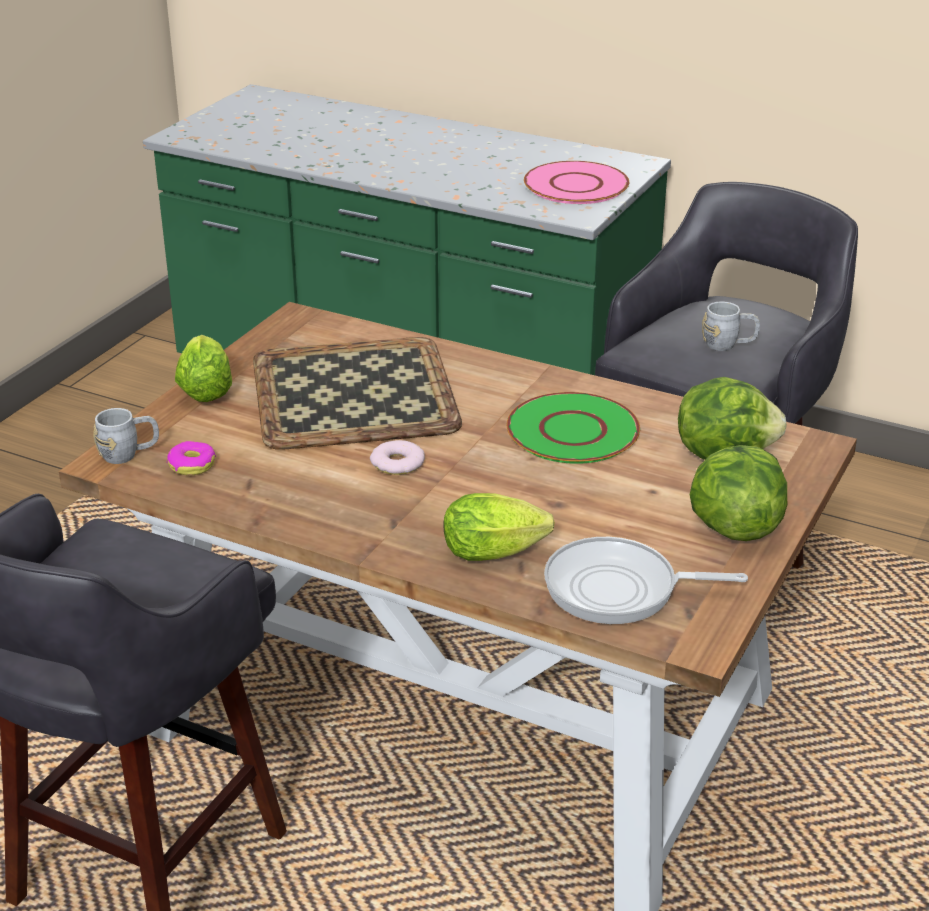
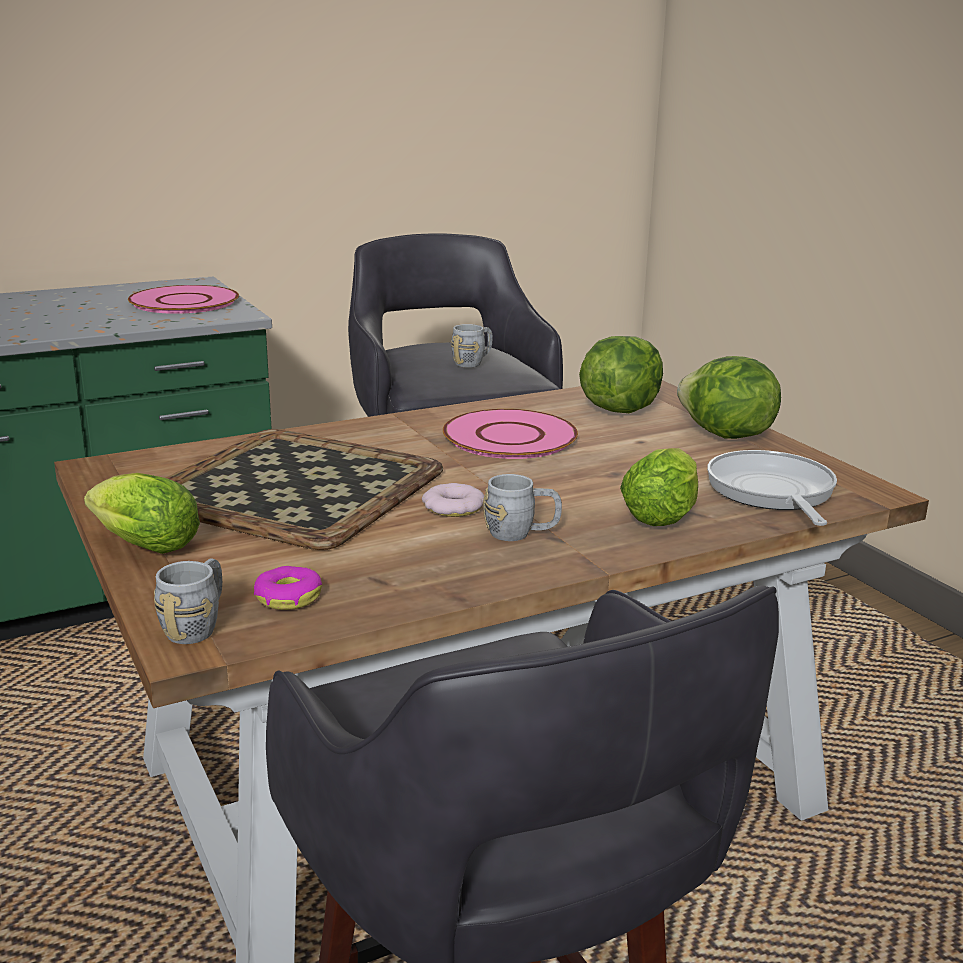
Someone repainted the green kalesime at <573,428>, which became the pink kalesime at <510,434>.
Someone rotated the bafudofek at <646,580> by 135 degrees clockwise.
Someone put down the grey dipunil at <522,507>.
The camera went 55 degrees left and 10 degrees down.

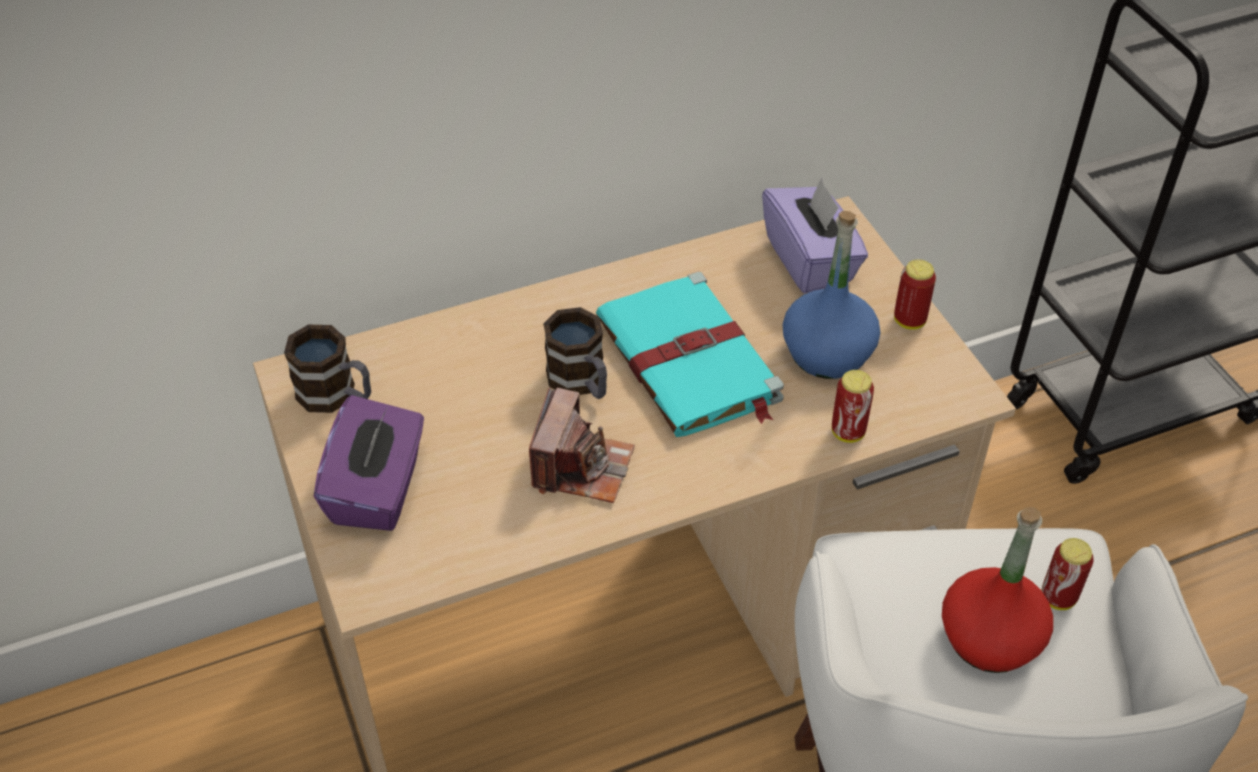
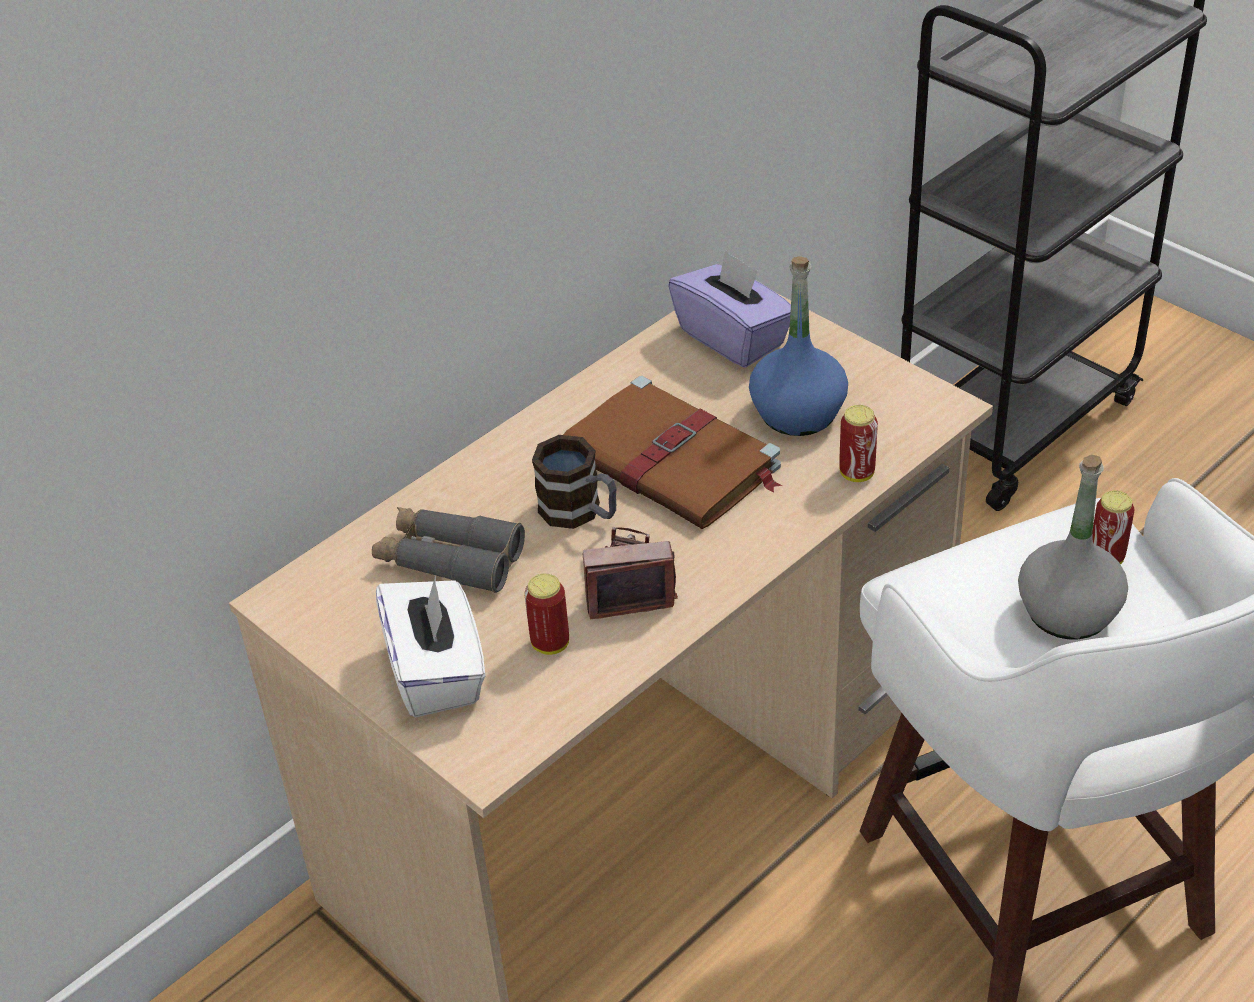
Someone took away the dipunil at <327,369>.
Someone repainted the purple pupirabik at <369,463>, which became the white pupirabik at <430,646>.
Someone rotated the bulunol at <582,445> by 90 degrees counterclockwise.
Someone repainted the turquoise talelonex at <690,354>, which became the brown talelonex at <672,452>.
Someone carried the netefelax from <915,294> to <546,614>.
Someone repainted the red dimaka at <997,590>, which became the grey dimaka at <1073,547>.
Someone put down the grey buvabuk at <448,550>.
The camera went 20 degrees left and 5 degrees down.

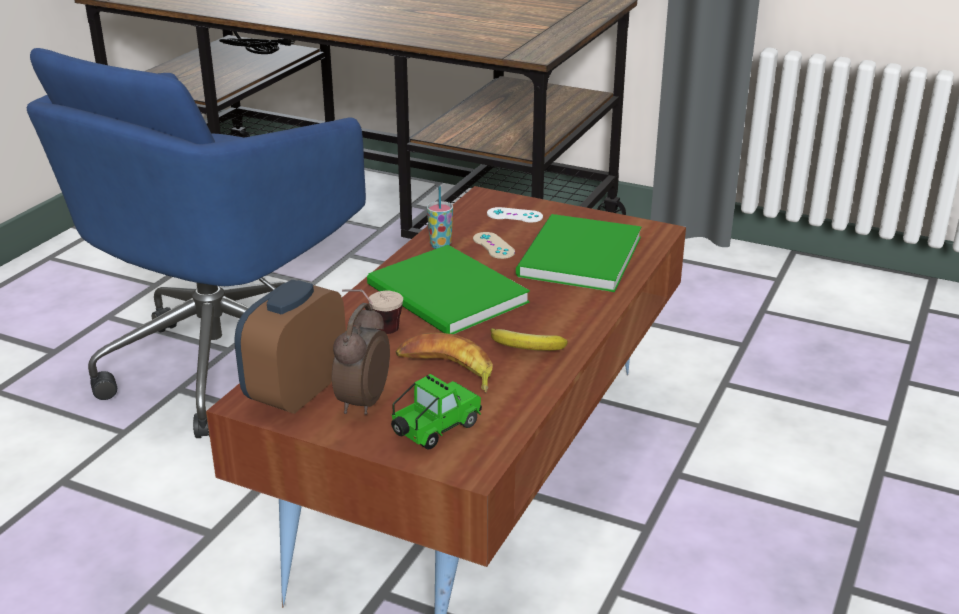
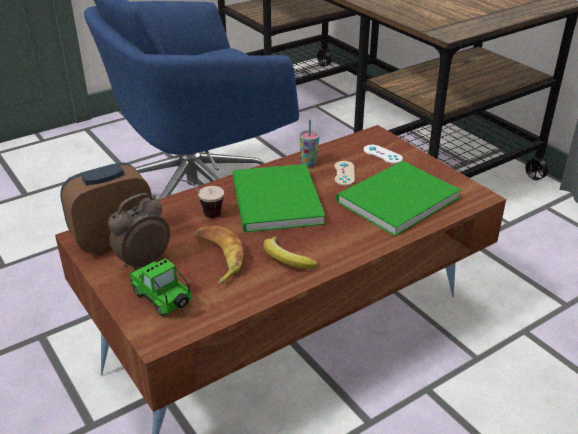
Someone rotated the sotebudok at <436,411> by 120 degrees counterclockwise.
The camera went 30 degrees right and 5 degrees up.

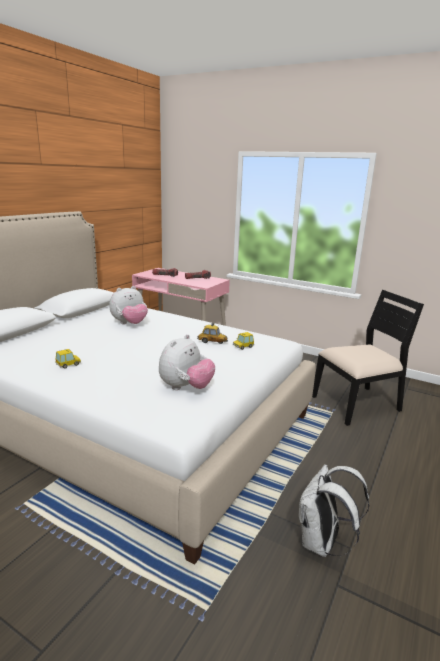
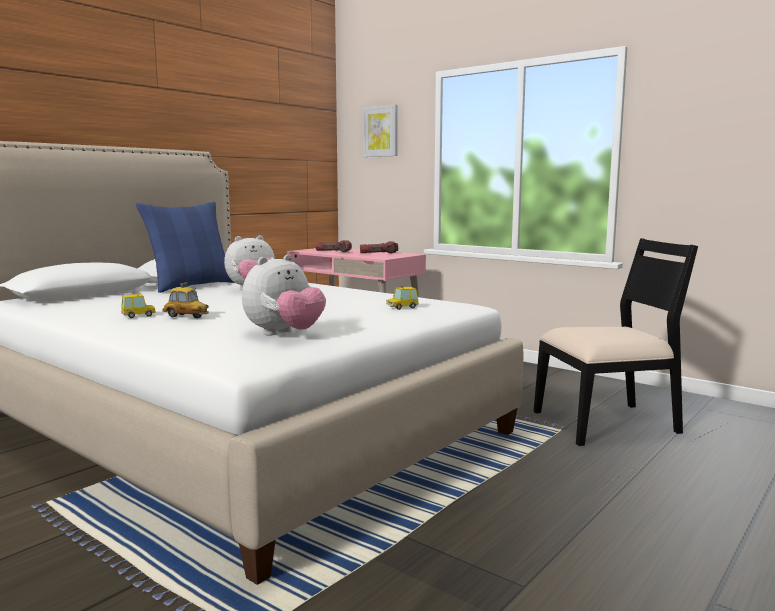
Someone carried the sotebudok from <212,333> to <185,300>.
Someone took away the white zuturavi at <334,510>.
Someone put down the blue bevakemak at <185,247>.
Someone put up the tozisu at <380,130>.
The camera went 10 degrees right and 10 degrees down.

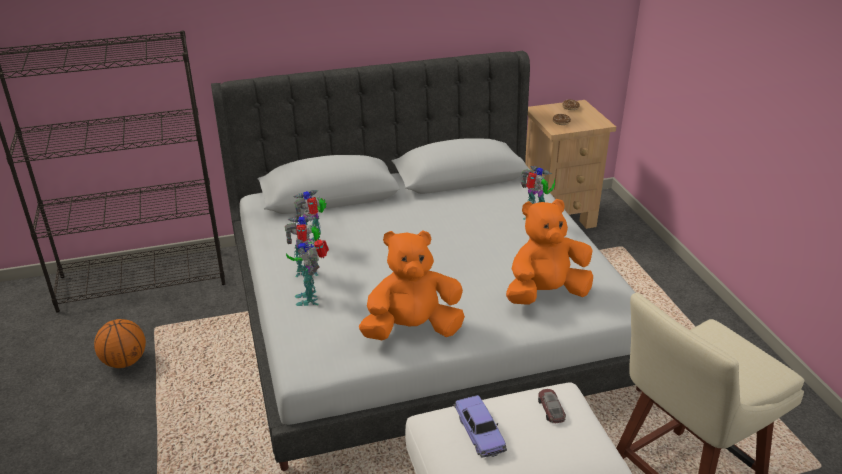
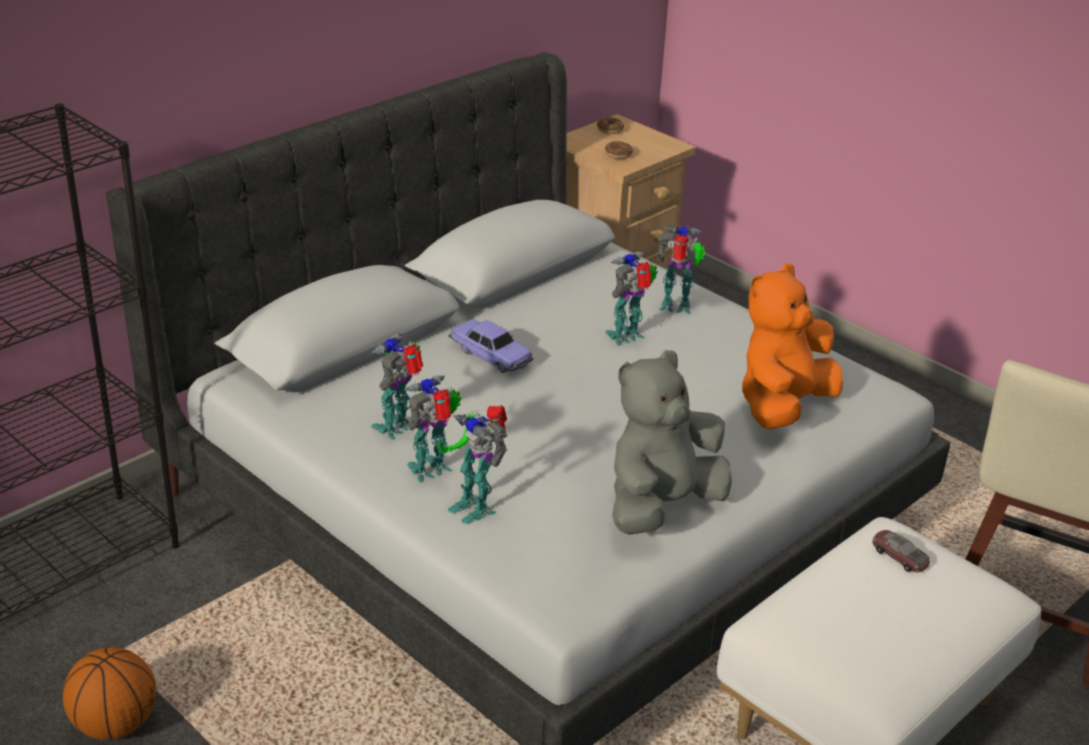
Someone repainted the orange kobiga at <412,285>, which became the grey kobiga at <672,442>.
Someone carried the sotebudok from <480,426> to <491,346>.
Someone put down the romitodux at <631,299>.
The camera went 30 degrees left and 0 degrees up.

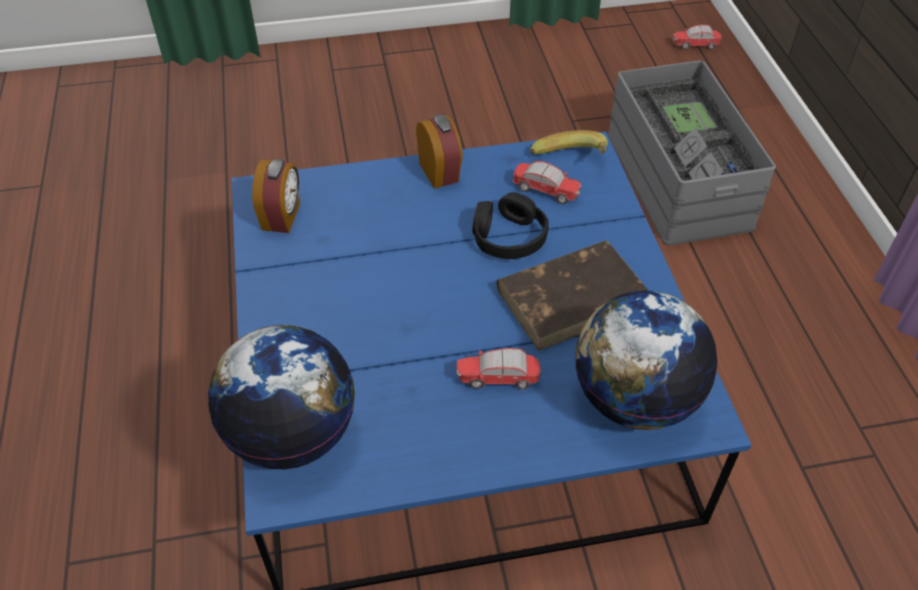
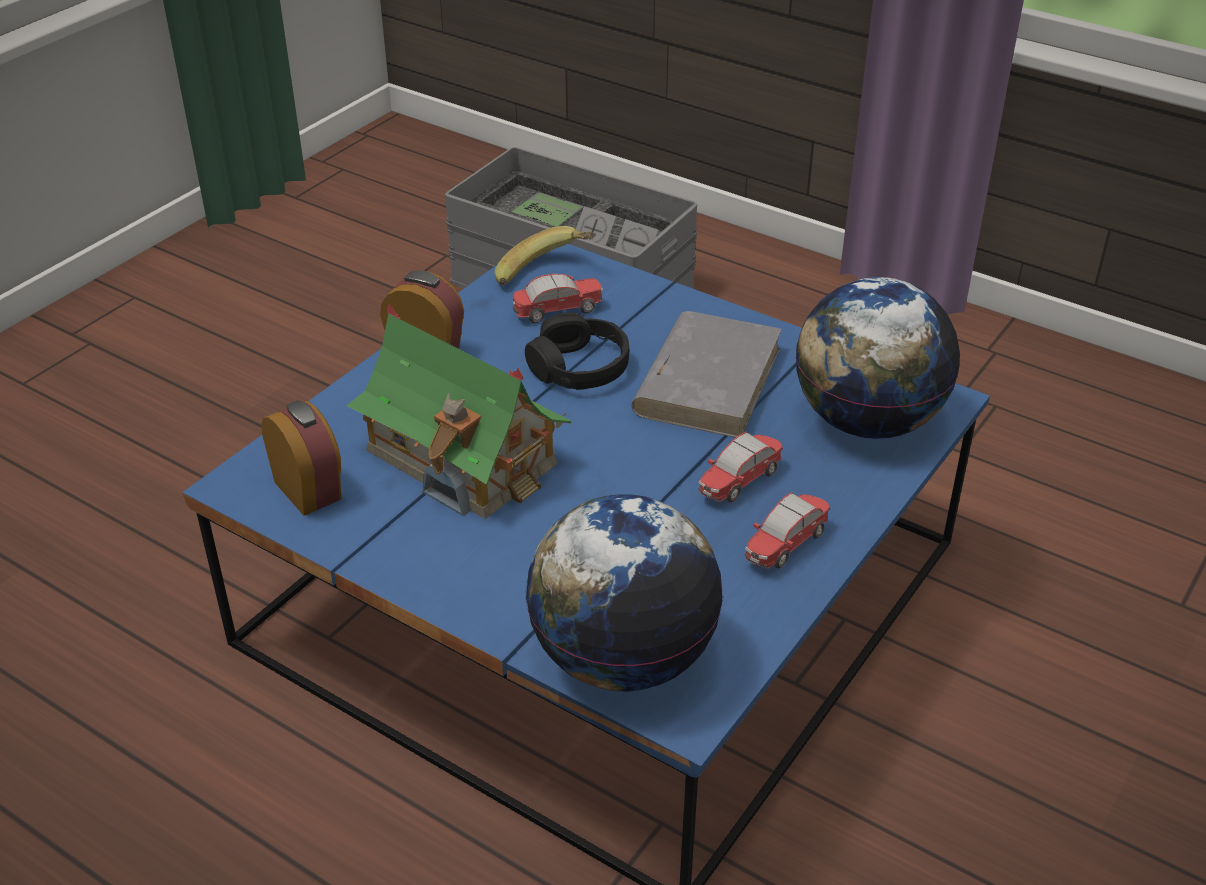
Someone repainted the brown talelonex at <572,295>, which became the grey talelonex at <706,374>.
Someone carried the sotebudok from <697,37> to <787,530>.
Someone put down the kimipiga at <459,411>.
The camera went 45 degrees left and 10 degrees down.

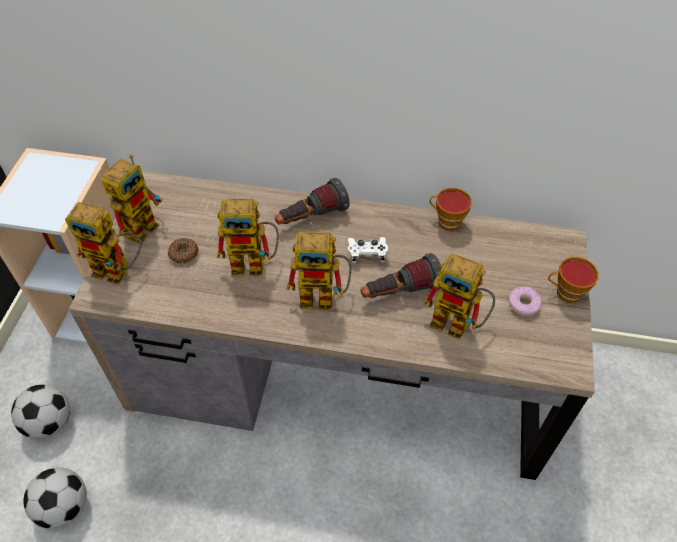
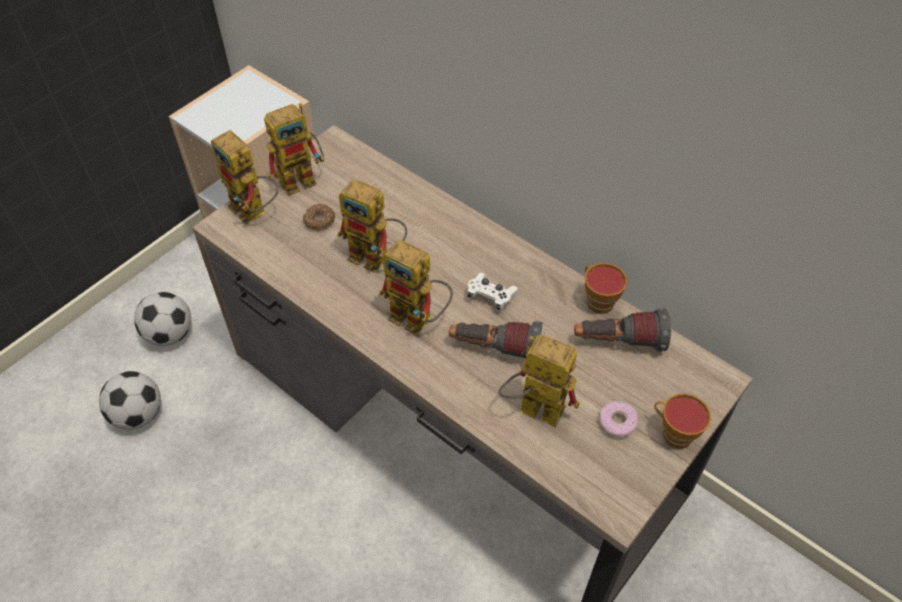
Someone carried the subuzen from <312,201> to <623,330>.
Someone rotated the romitodux at <459,296> by 150 degrees clockwise.
The camera went 30 degrees right and 0 degrees up.

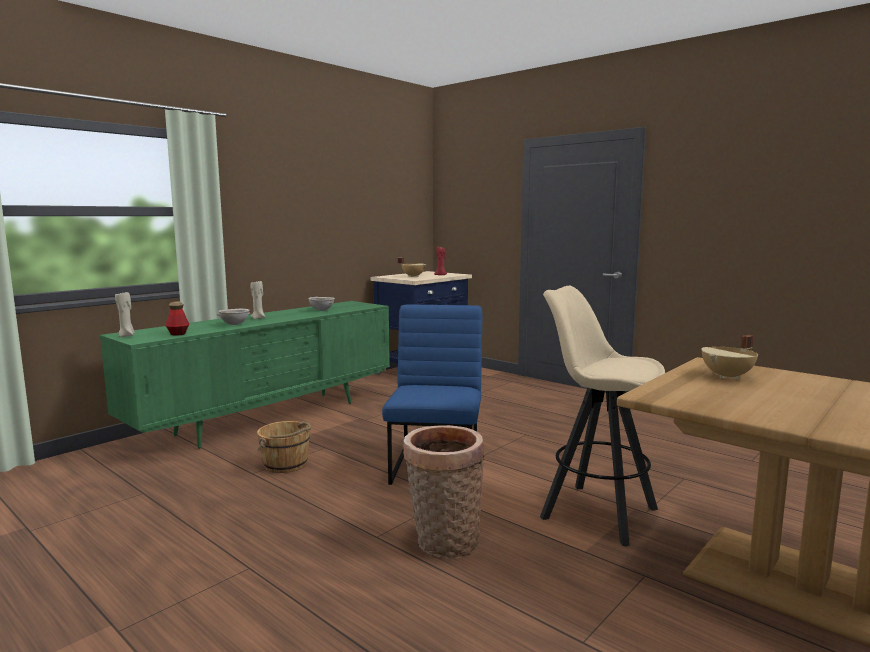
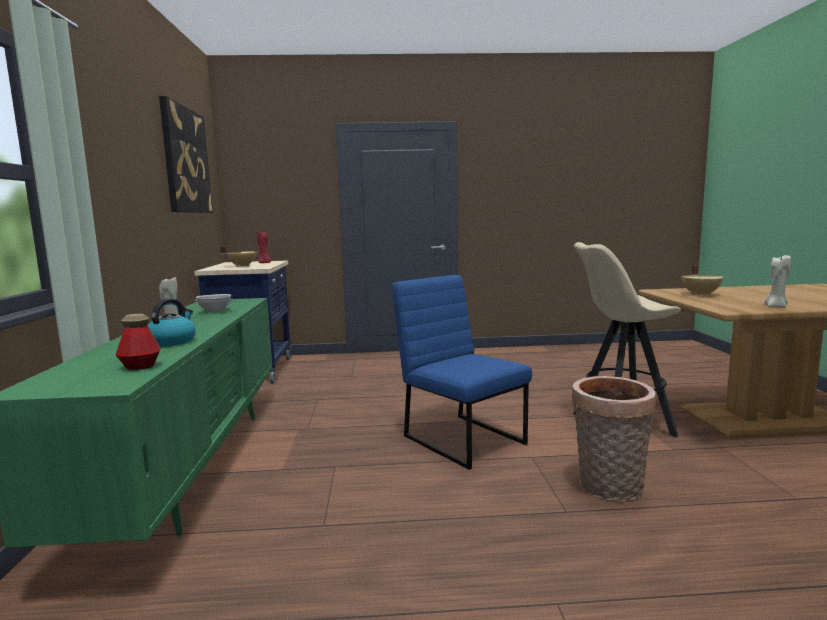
Someone carried the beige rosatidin from <125,314> to <777,281>.
Someone swapped the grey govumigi at <233,317> for the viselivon at <172,322>.
Someone took away the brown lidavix at <284,447>.
Someone put up the tozisu at <186,154>.
The camera went 45 degrees left and 0 degrees up.

